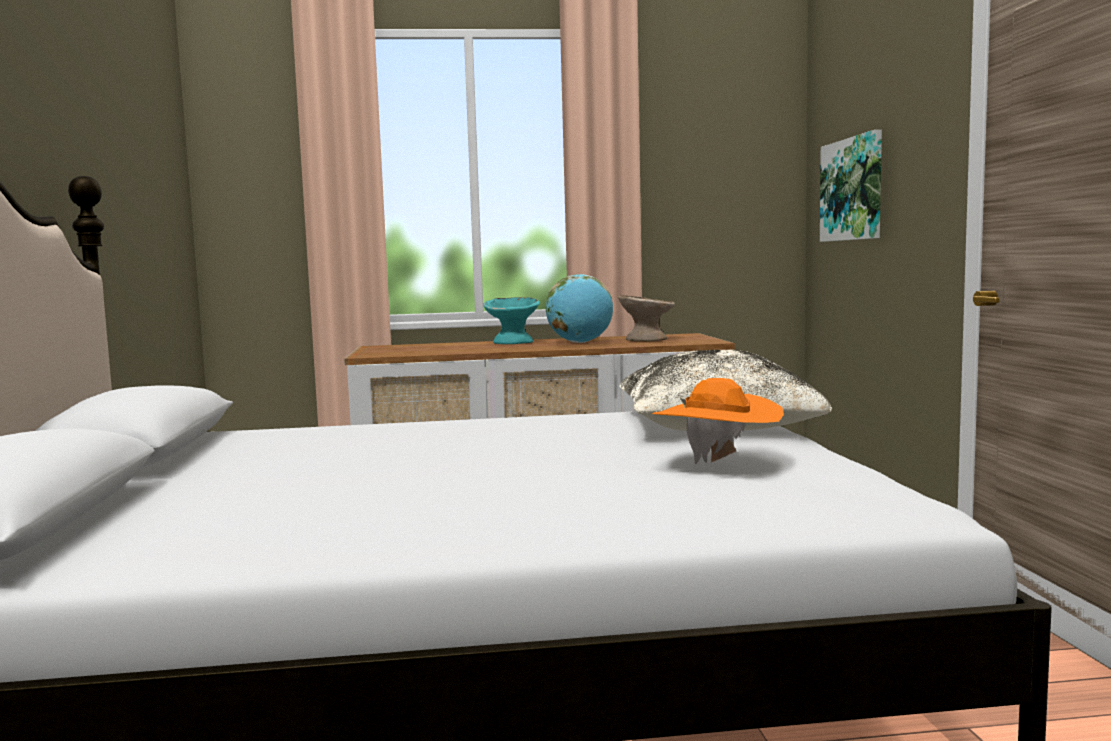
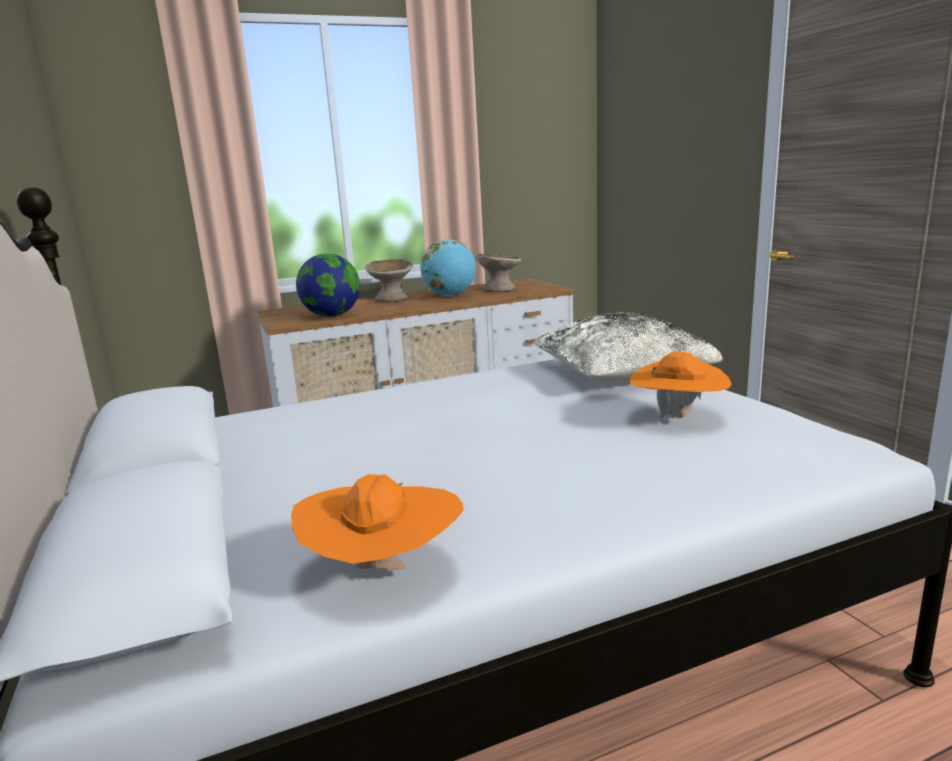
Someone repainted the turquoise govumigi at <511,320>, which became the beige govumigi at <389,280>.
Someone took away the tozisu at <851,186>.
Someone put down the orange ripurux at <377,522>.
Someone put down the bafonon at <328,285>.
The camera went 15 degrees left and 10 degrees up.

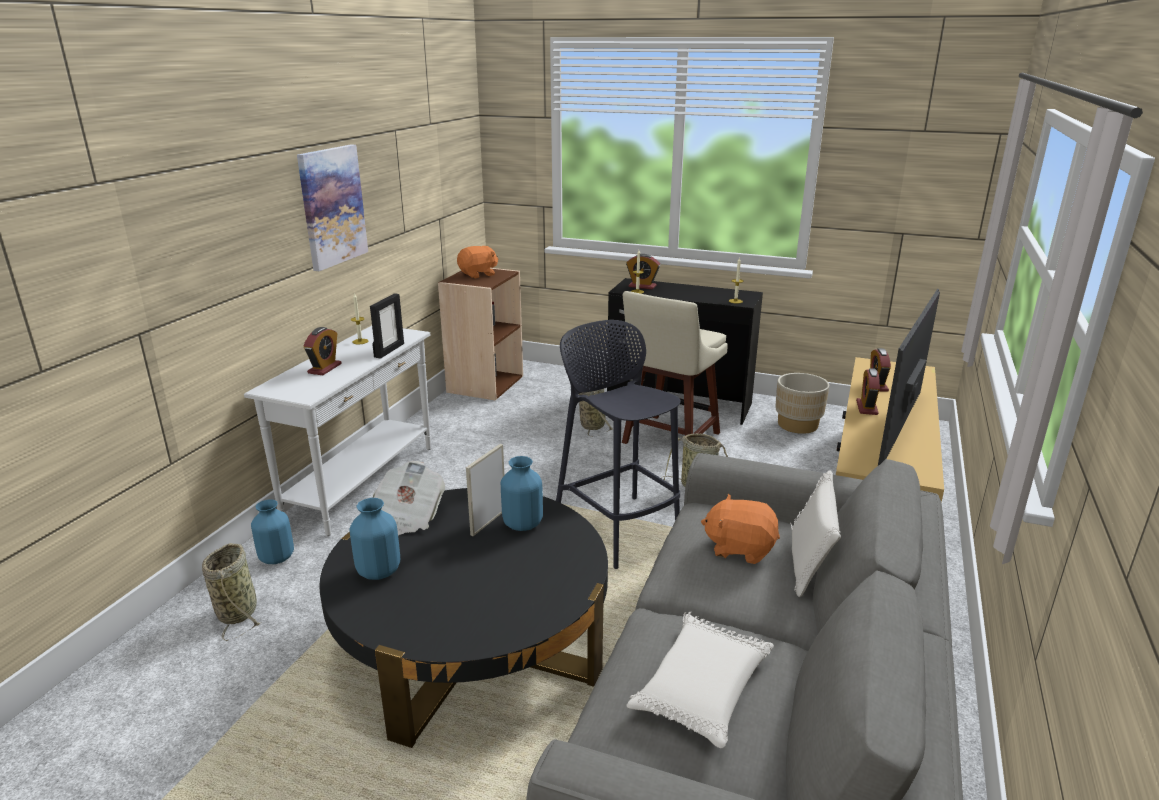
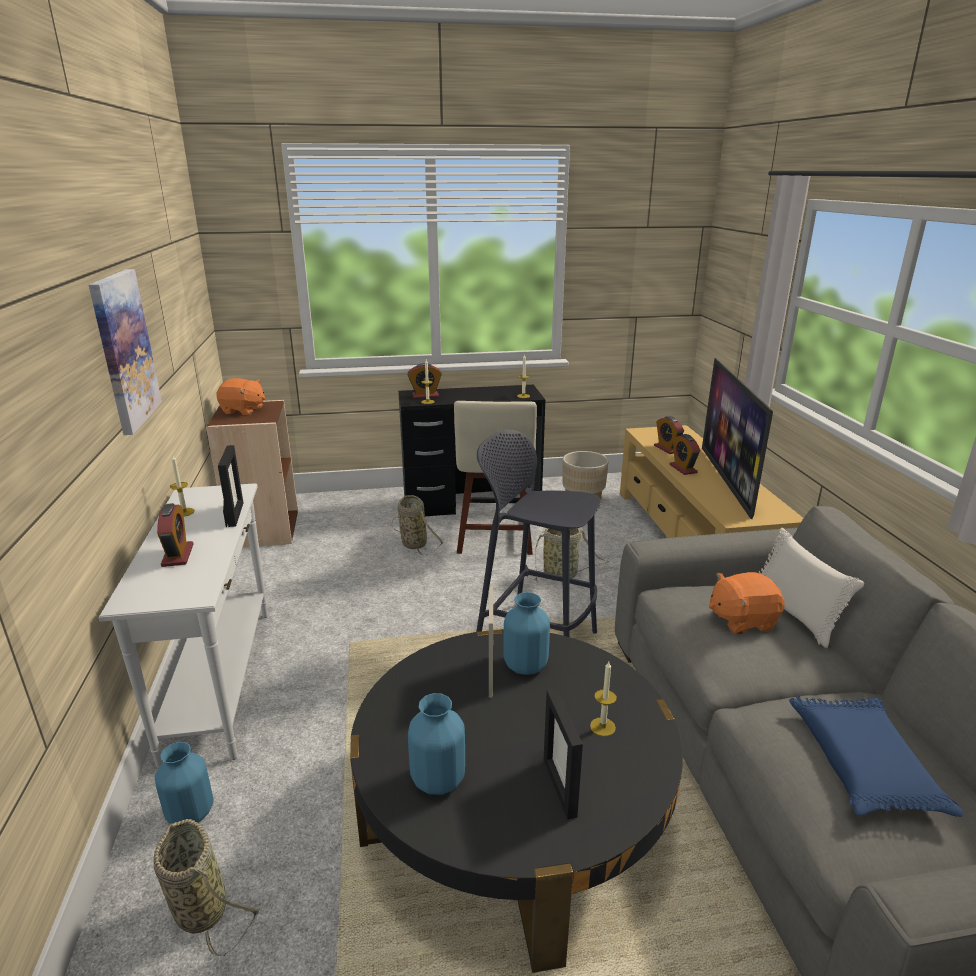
Someone took away the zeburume at <409,498>.
Someone rotated the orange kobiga at <477,262> by 75 degrees clockwise.
Someone repainted the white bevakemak at <700,679>, which became the blue bevakemak at <876,756>.
Someone put down the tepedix at <563,754>.
Someone put down the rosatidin at <603,698>.
The camera went 30 degrees left and 0 degrees up.

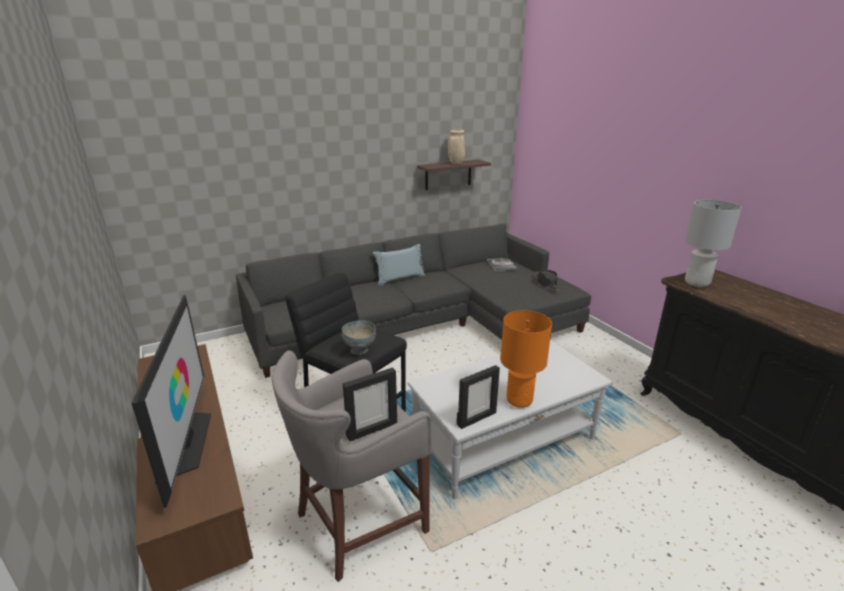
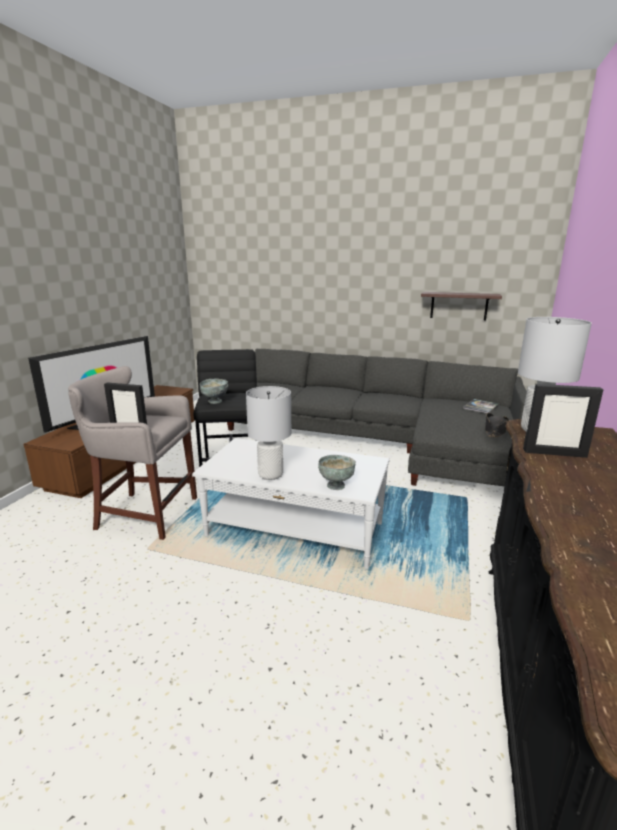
Someone took away the blue bevakemak at <399,265>.
Someone took away the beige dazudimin at <456,146>.
Someone carried the tepedix from <478,397> to <563,421>.
Someone repainted the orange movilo at <526,359>, which became the grey movilo at <268,433>.
Someone put down the grey govumigi at <337,472>.
The camera went 45 degrees right and 5 degrees down.

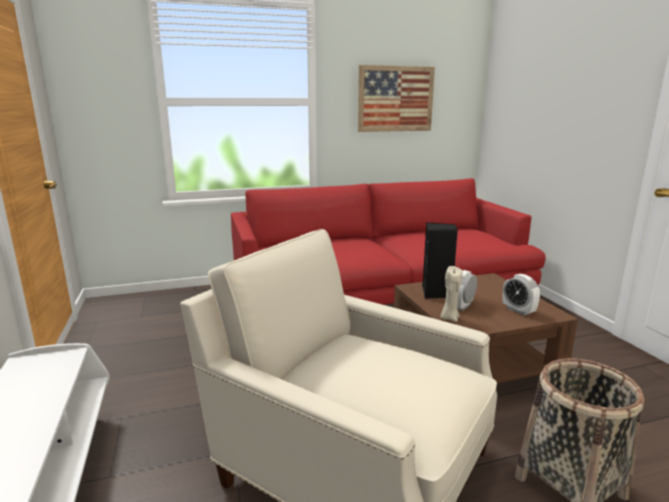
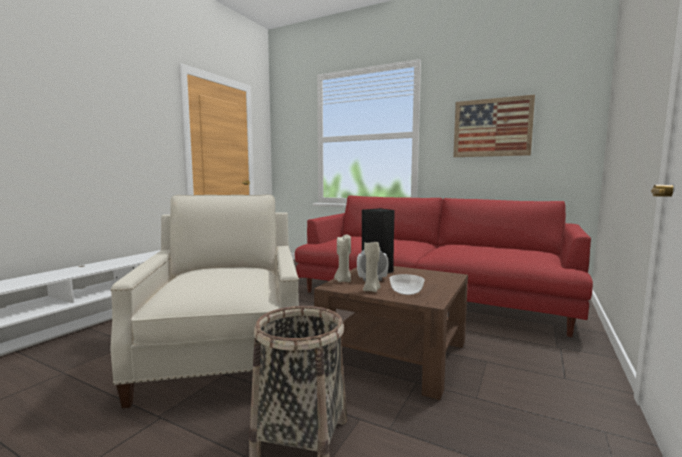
Someone swapped the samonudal at <521,295> for the govumigi at <407,284>.
Someone put down the beige rosatidin at <372,267>.
The camera went 45 degrees right and 10 degrees down.

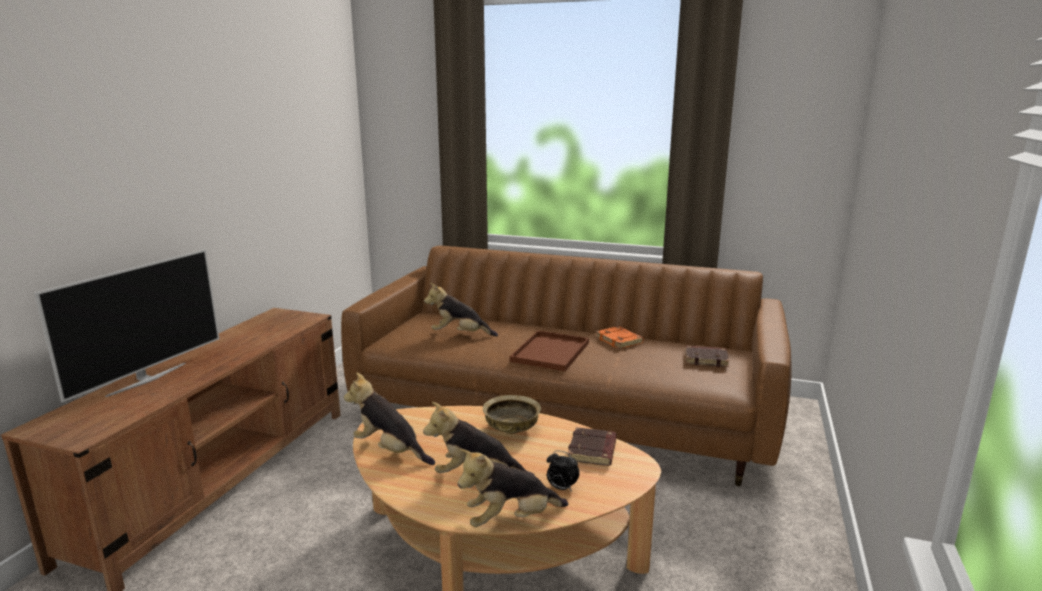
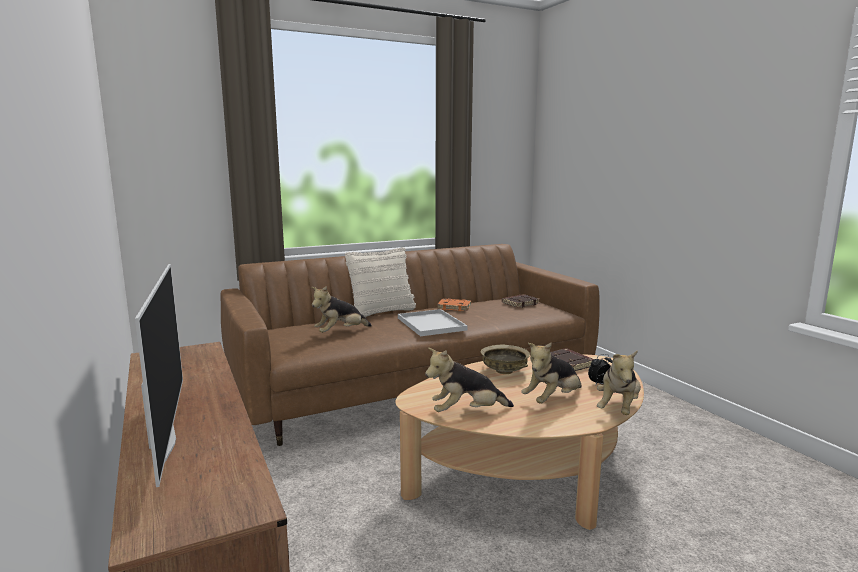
Someone repainted the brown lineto at <549,351>, which became the white lineto at <432,322>.
Someone put down the beige bevakemak at <380,282>.
The camera went 45 degrees left and 5 degrees down.

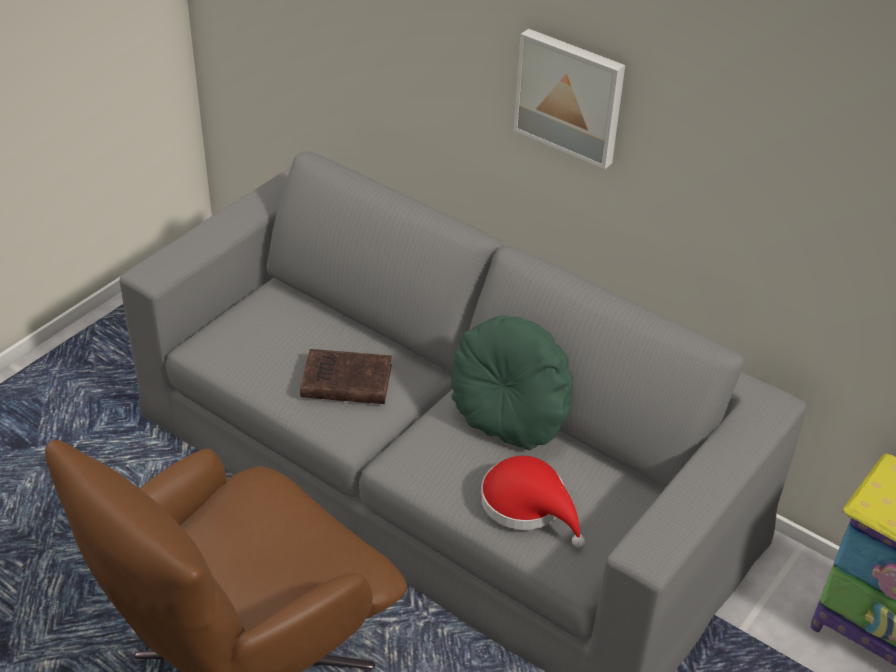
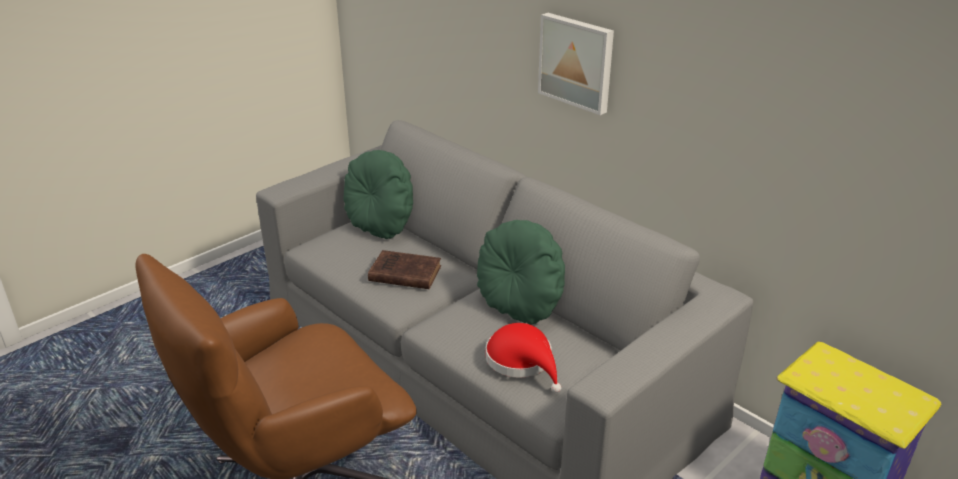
Someone put down the green bevakemak at <378,194>.
The camera went 10 degrees right and 10 degrees down.

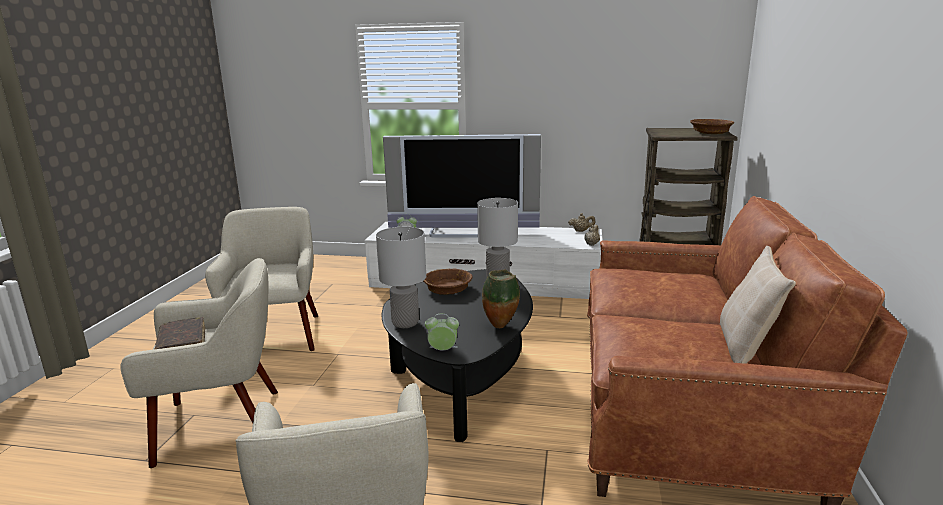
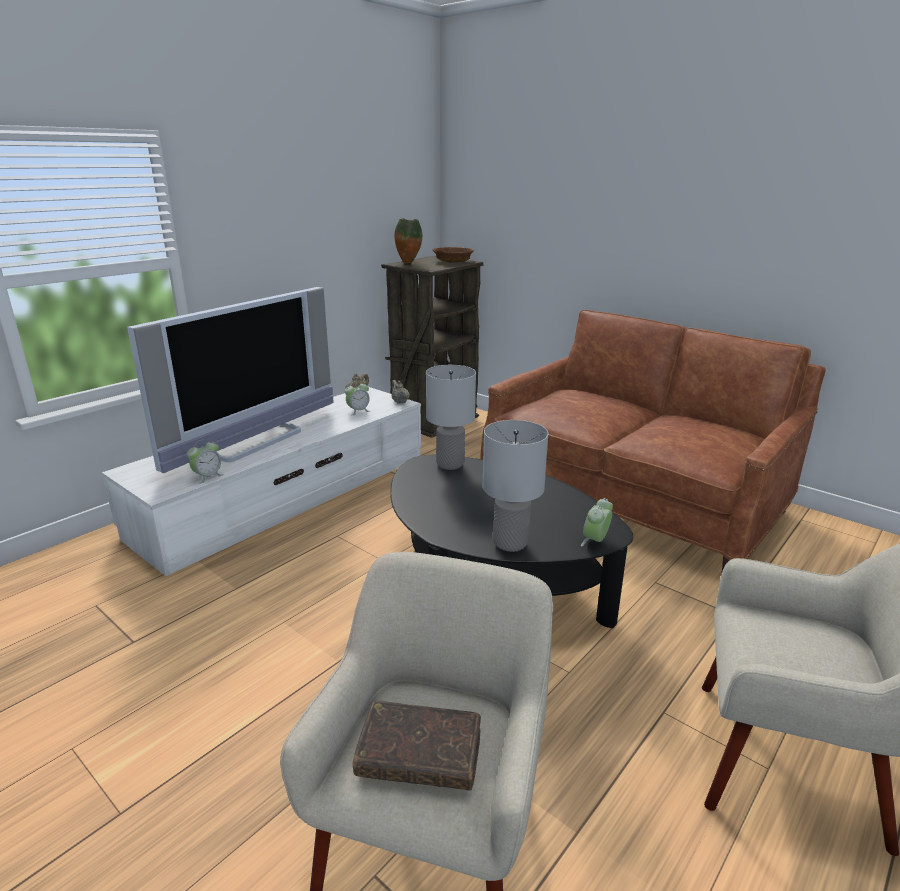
Someone took away the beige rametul at <261,279>.
Someone took away the brown govumigi at <448,282>.
Someone carried the dazudimin from <501,299> to <408,240>.
Someone took away the beige bevakemak at <758,305>.
Someone put down the samonudal at <357,398>.
The camera went 60 degrees left and 5 degrees up.

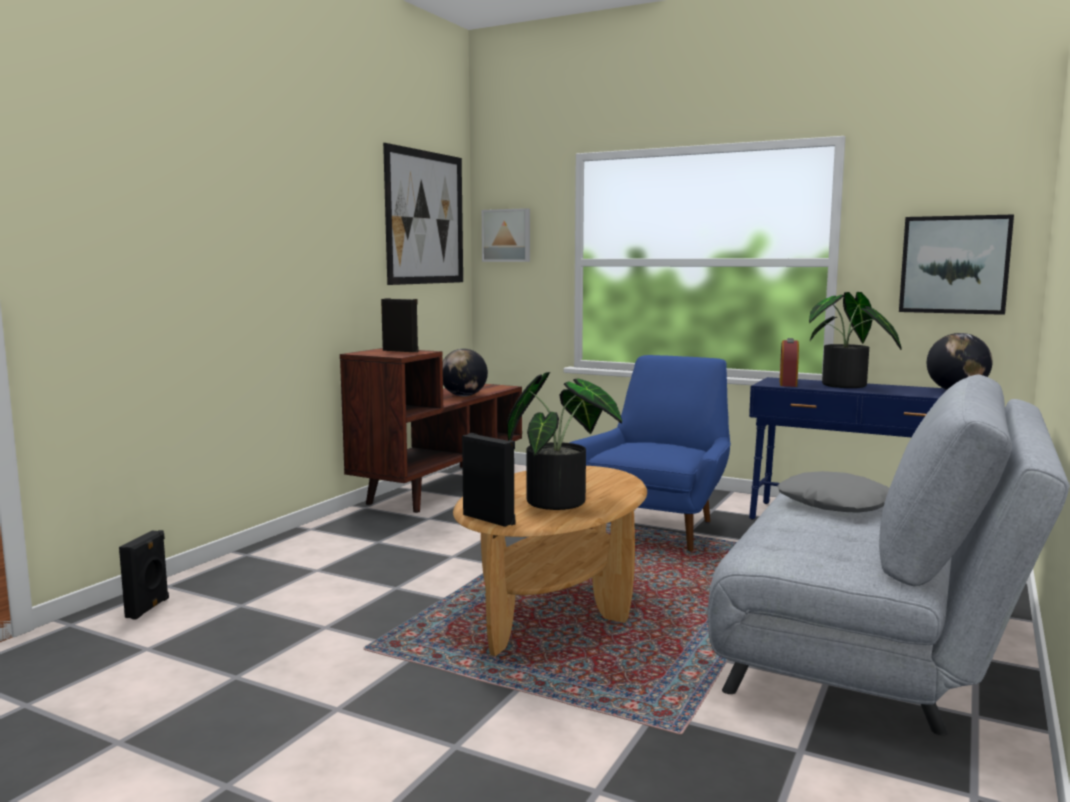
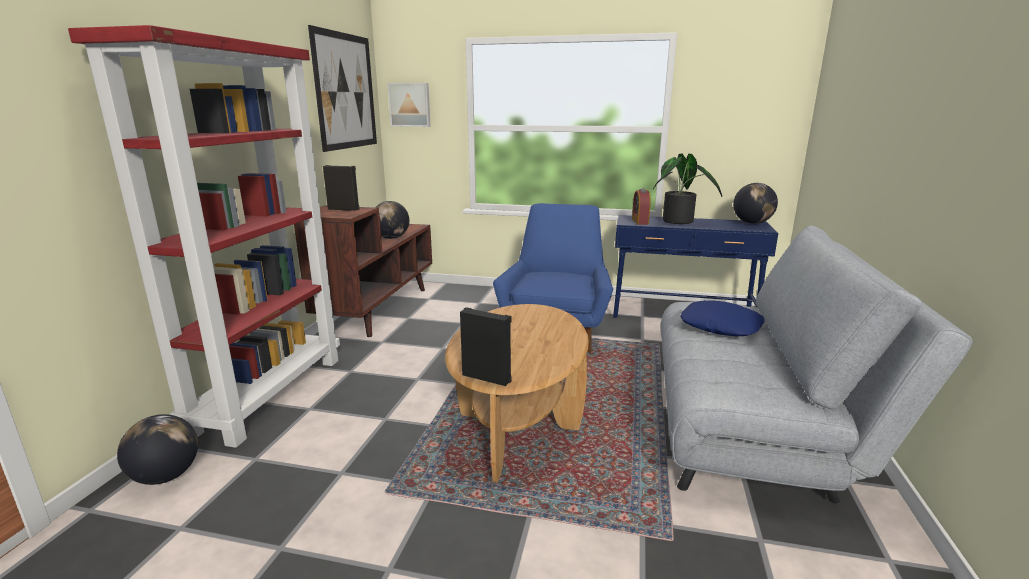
Someone swapped the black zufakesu at <144,575> for the bafonon at <157,449>.
Someone took away the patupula at <564,441>.
Someone repainted the grey bevakemak at <833,492>, which became the blue bevakemak at <722,318>.
Someone took away the tozisu at <956,264>.
Someone put down the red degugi at <204,236>.
The camera went 15 degrees left and 10 degrees up.

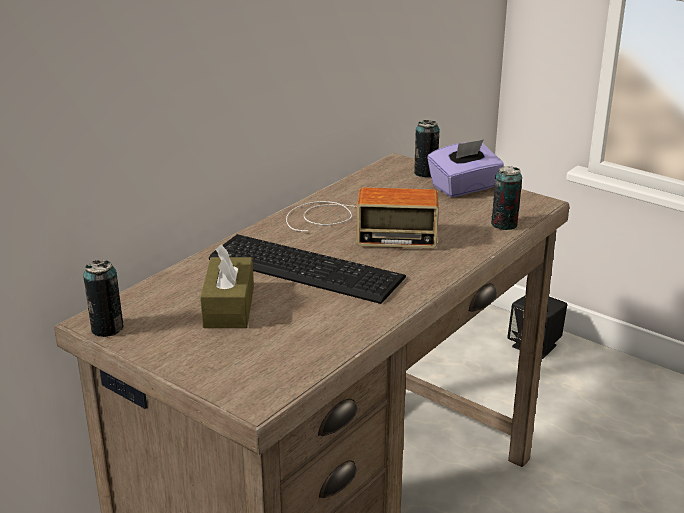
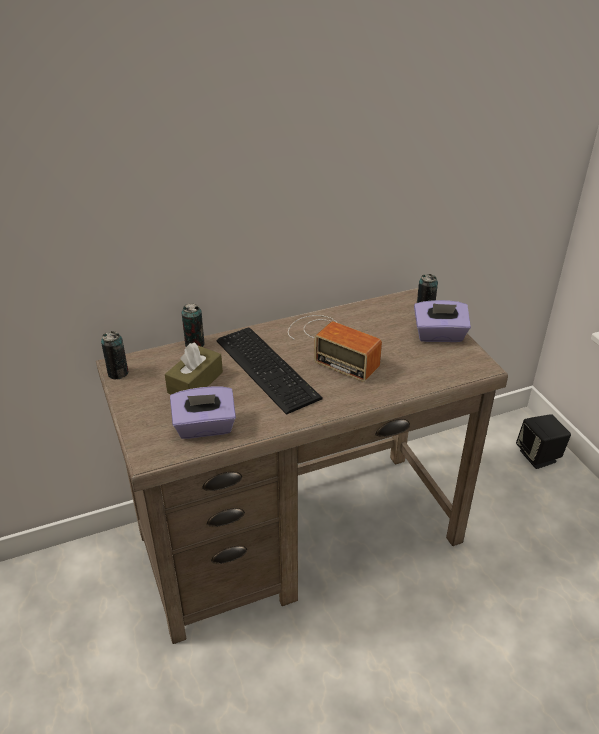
Someone carried the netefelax from <506,198> to <193,325>.
Someone put down the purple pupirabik at <203,412>.
The camera went 30 degrees right and 10 degrees up.

